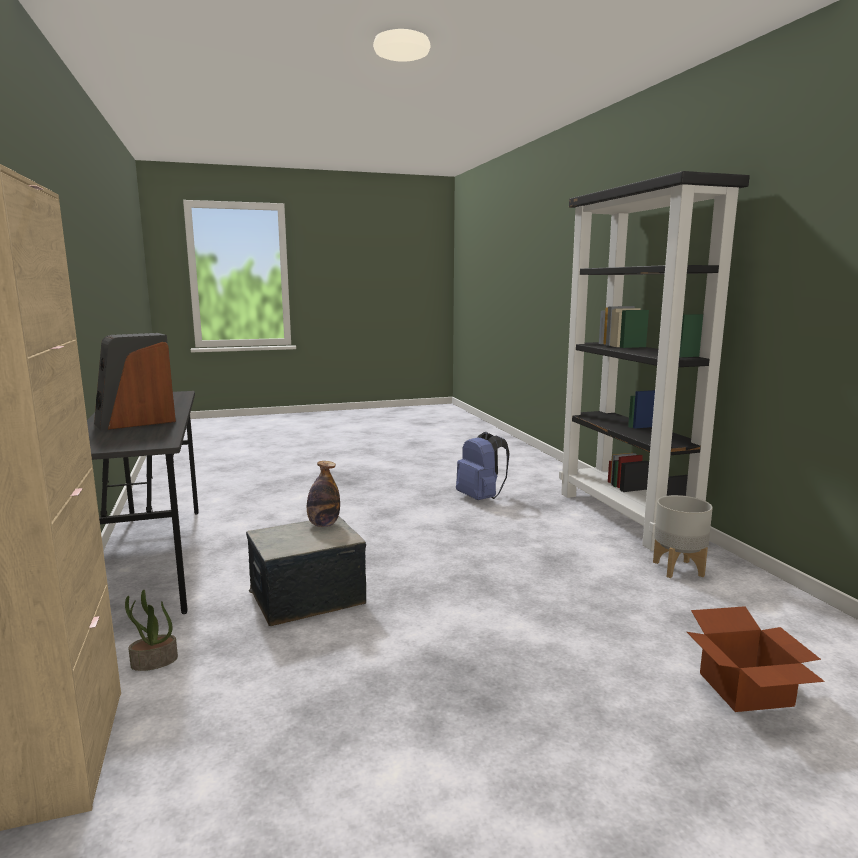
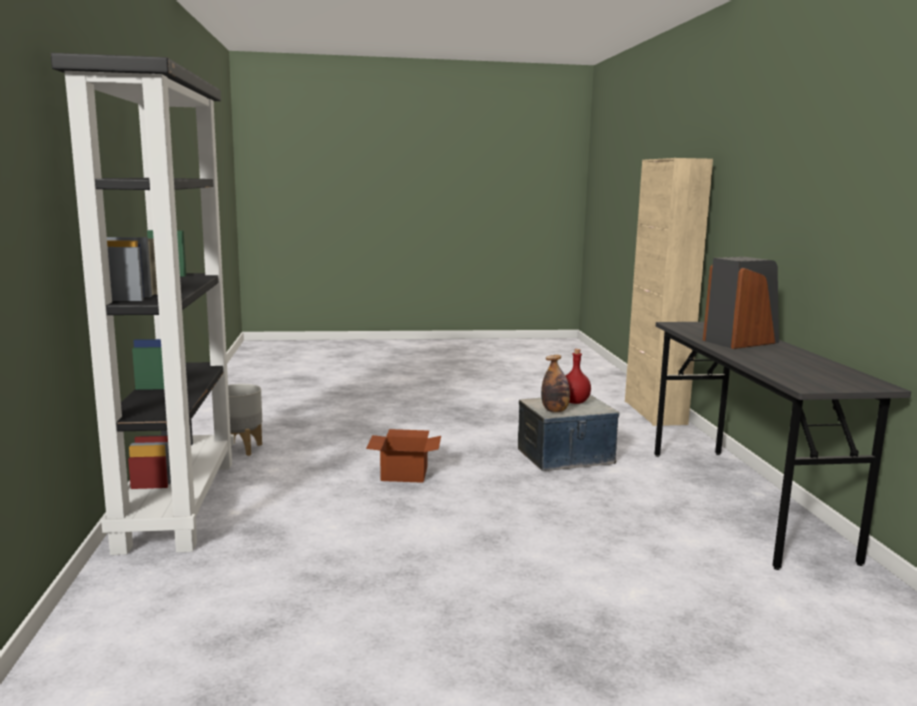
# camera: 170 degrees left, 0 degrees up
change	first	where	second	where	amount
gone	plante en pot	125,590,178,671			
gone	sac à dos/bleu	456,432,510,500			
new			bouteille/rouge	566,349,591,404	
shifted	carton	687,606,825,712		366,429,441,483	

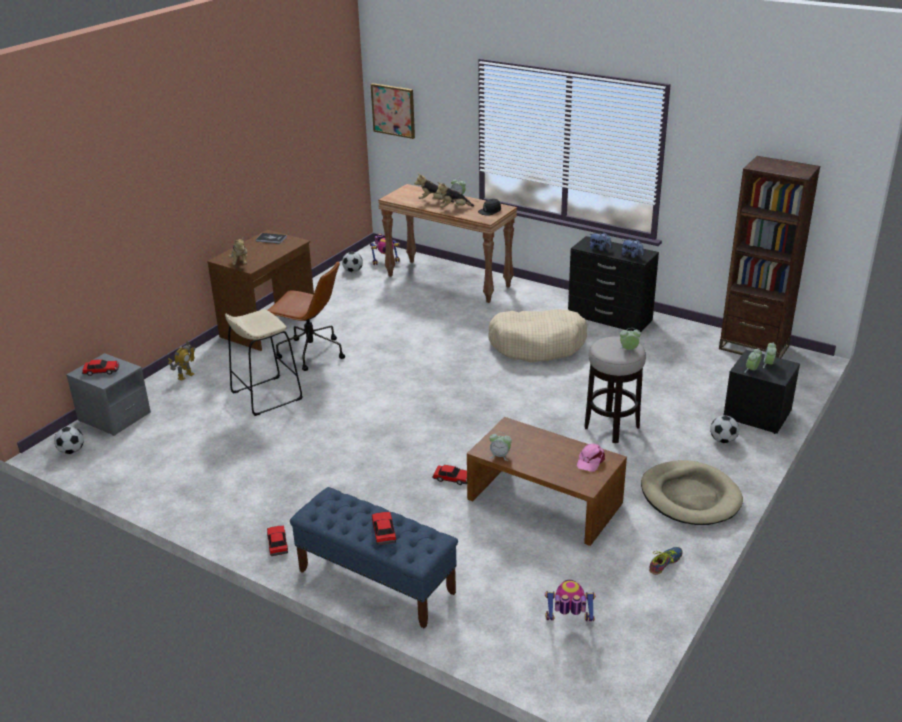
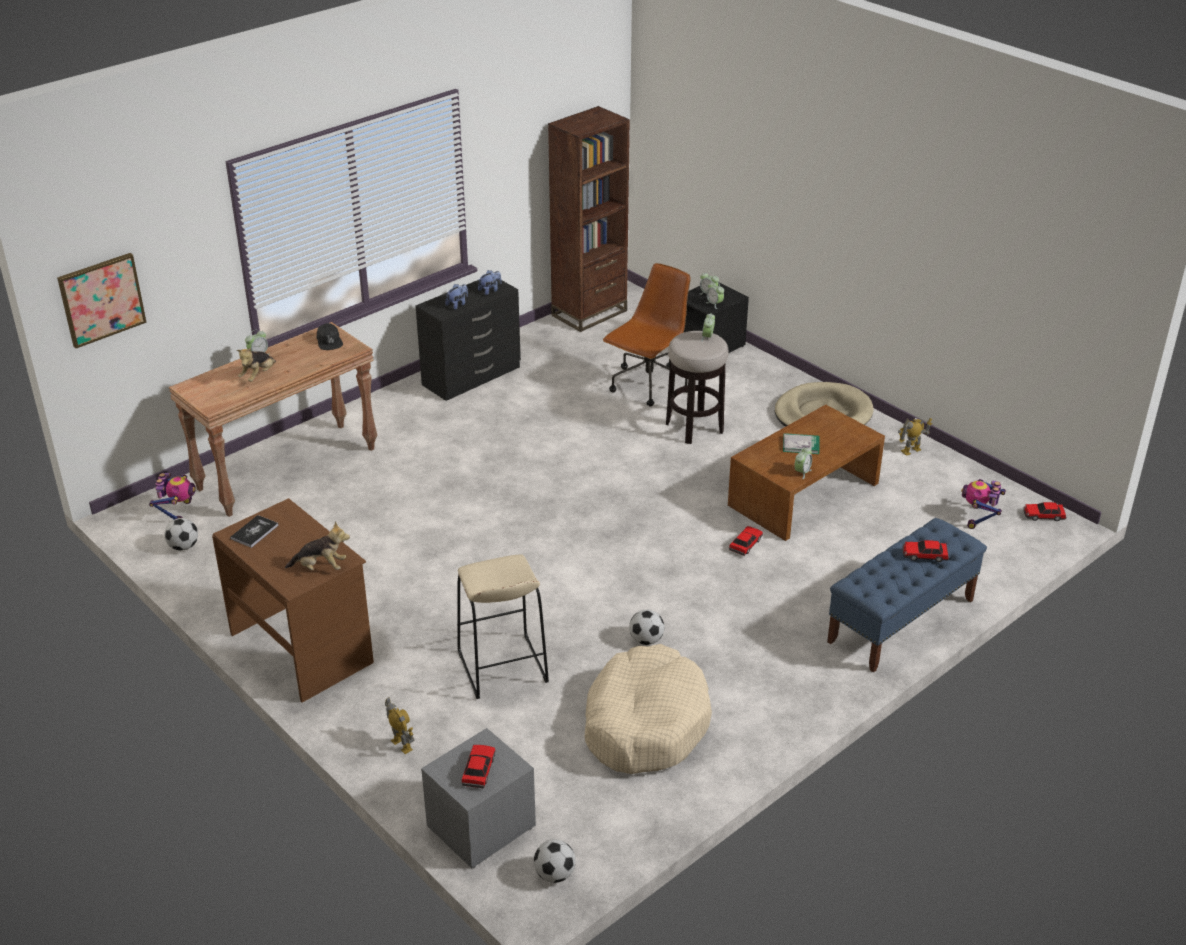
# camera: 75 degrees left, 5 degrees up
change	first	where	second	where	amount
gone	peluche	436,182,474,208			
gone	casquette/rose	577,444,605,472			
new			livre	783,433,820,454	
shifted	petite voiture	267,526,288,556		1023,502,1066,521	
shifted	chaise de bureau/marron	268,261,345,371		603,263,691,407	
shifted	panier pour chien/beige	488,309,587,362		585,644,712,774	
shifted	ballon de foot	710,415,739,443		629,610,664,645	
swapped	chaussure	649,547,683,575	robot jouet	898,418,932,456	

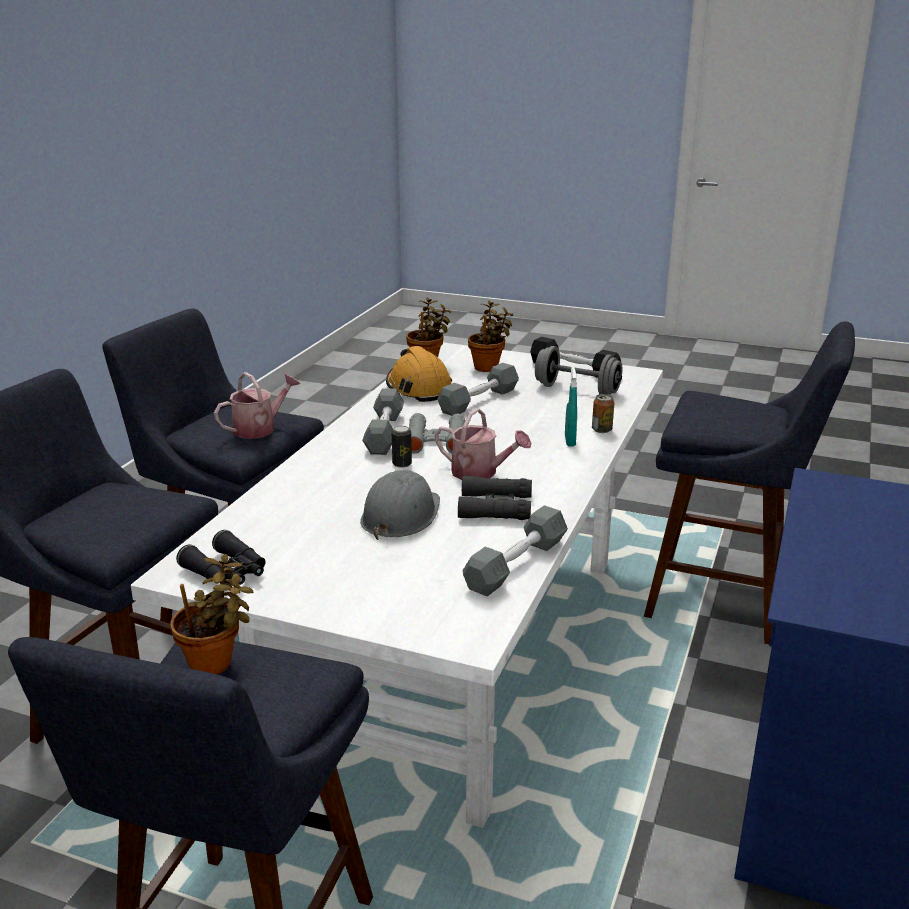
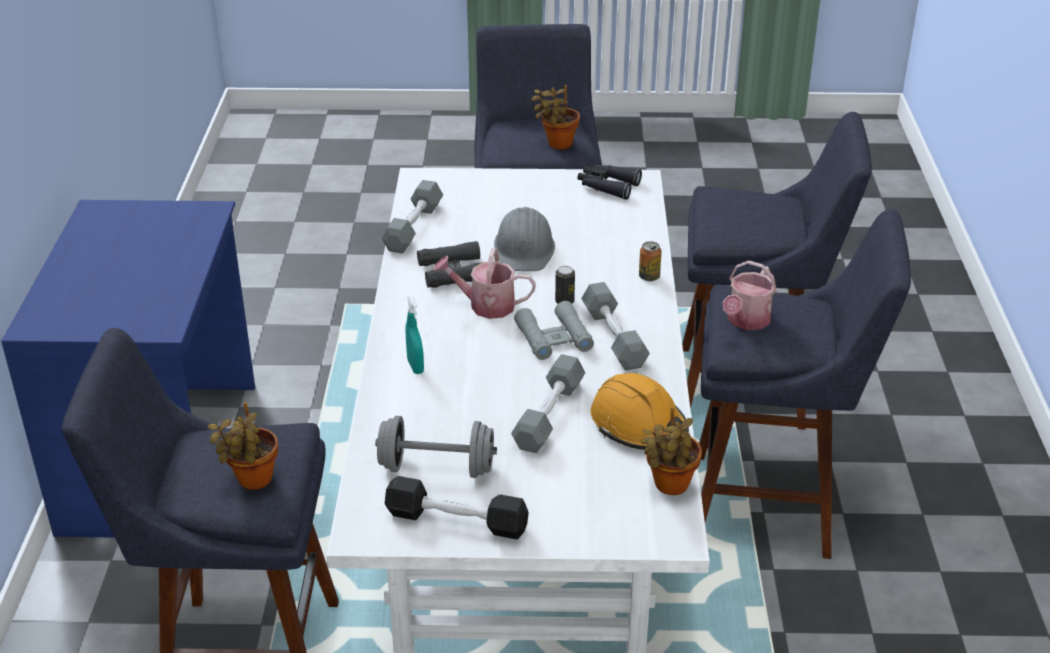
# camera: 160 degrees right, 10 degrees up
change	first	where	second	where	amount
shifted	plante en pot	468,301,513,372		208,402,278,490	
shifted	boîte métallique	592,394,615,433		639,241,661,281	

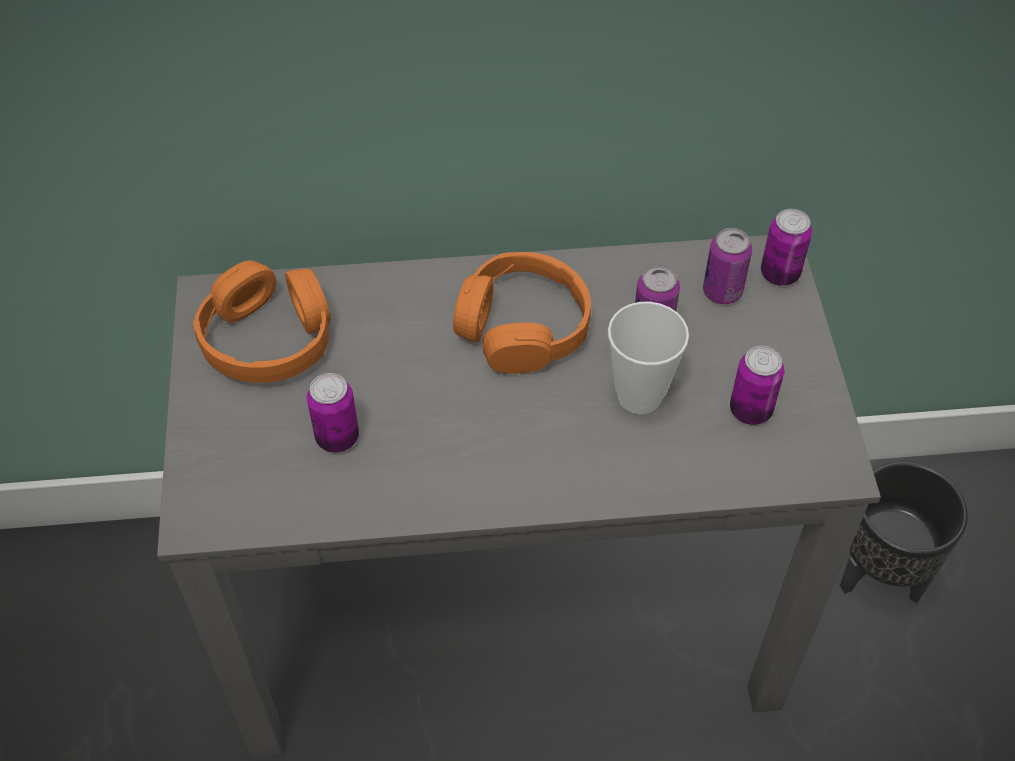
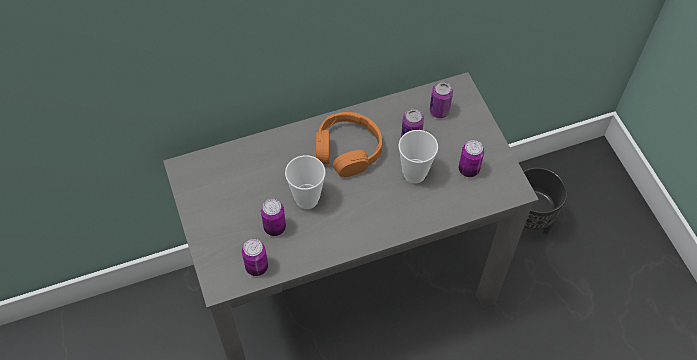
# camera: 15 degrees left, 5 degrees up
change	first	where	second	where	amount
gone	casque audio/orange	193,260,331,383			
new			tasse	285,155,325,209	
shifted	boîte métallique	761,209,812,286		242,239,268,276	

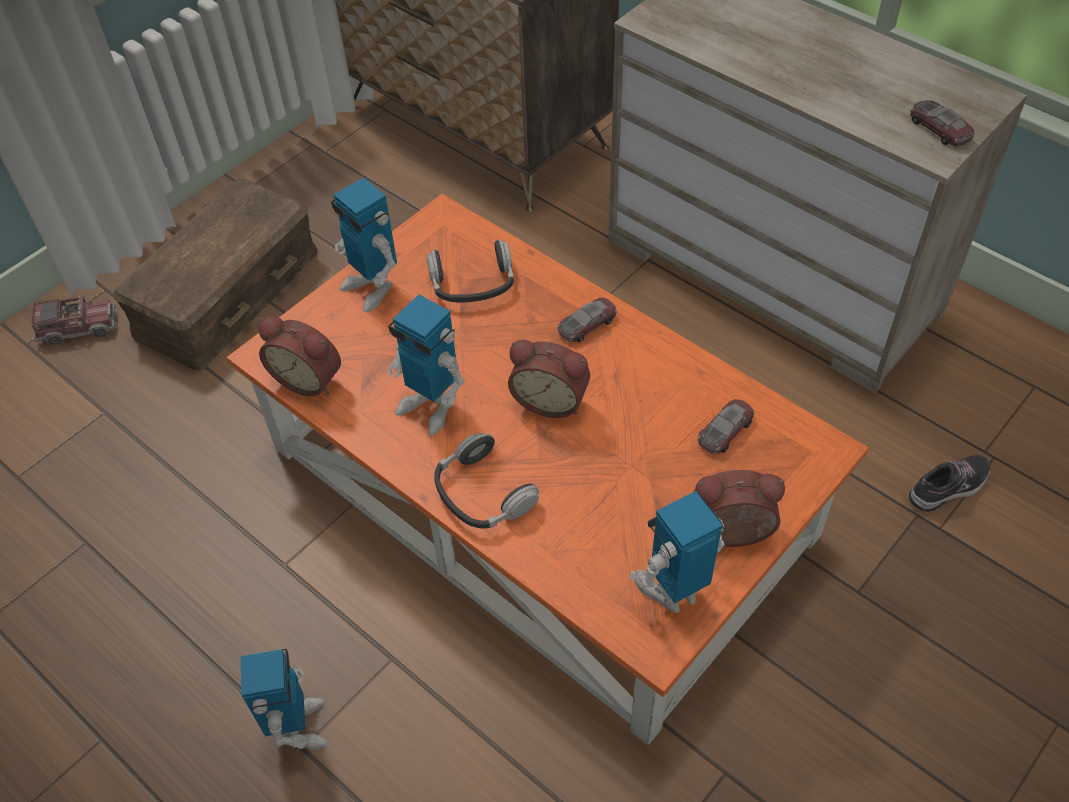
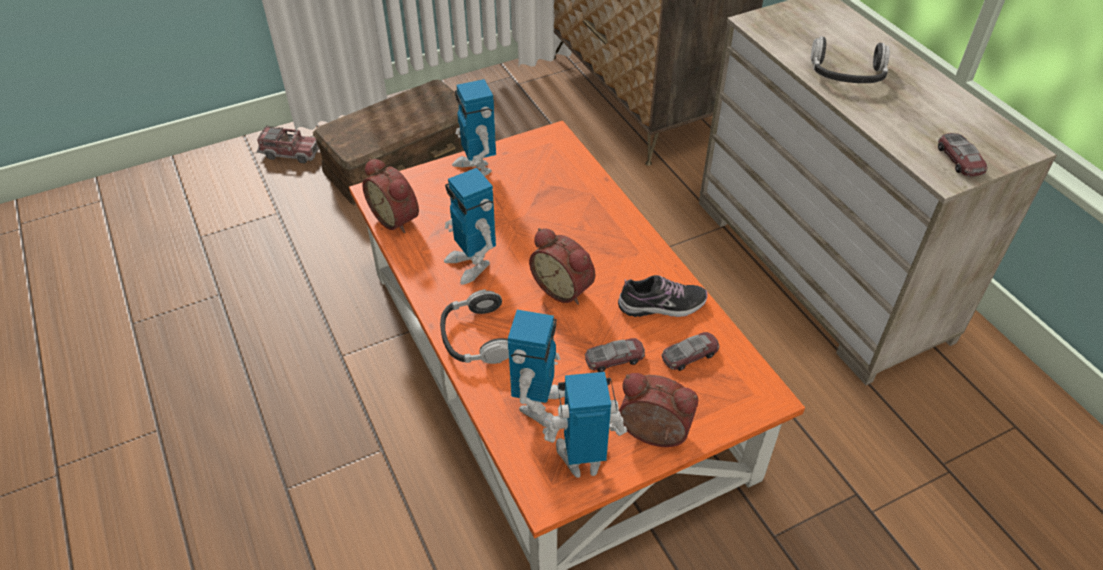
# camera: 20 degrees right, 5 degrees down
change	first	where	second	where	amount
shifted	robot jouet	241,649,328,750		508,310,565,428	
shifted	casque audio	426,240,514,302		811,36,890,83	
shifted	petite voiture	557,297,617,342		585,338,645,372	
shifted	chaussure	909,455,990,512		618,275,708,317	

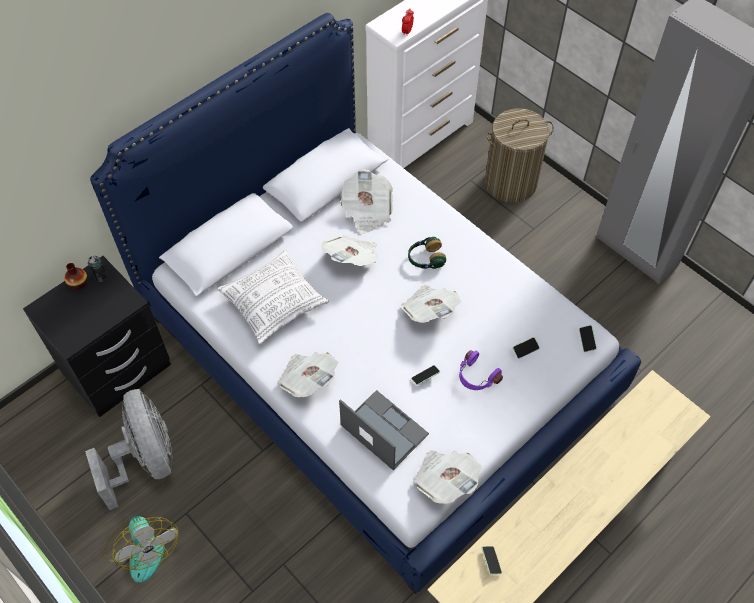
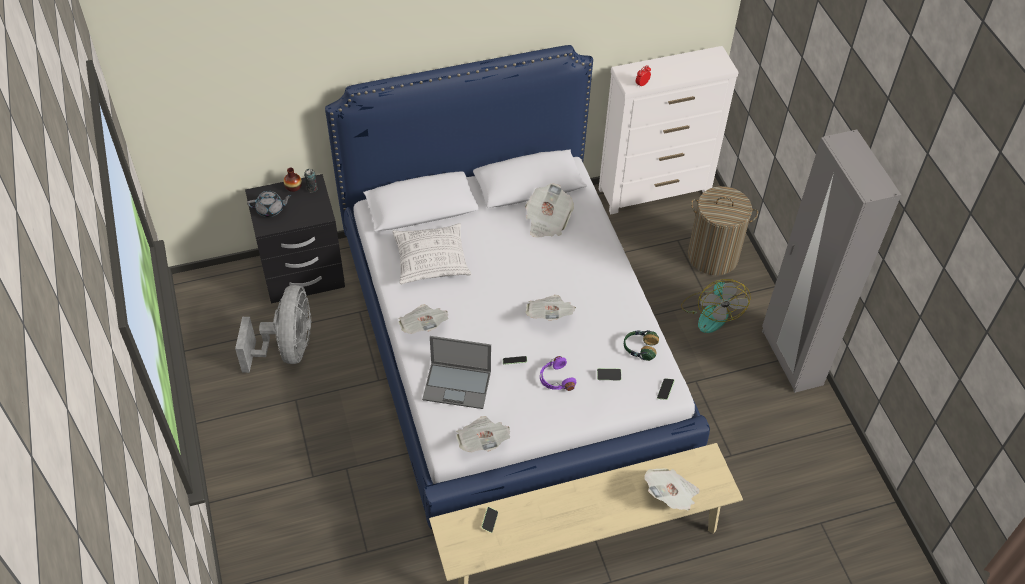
# camera: 25 degrees right, 5 degrees down
change	first	where	second	where	amount
new			théière/gris	247,191,292,217	
shifted	ventilateur	103,516,179,583		681,279,751,333	
shifted	journal	322,235,377,266		644,468,700,510	
shifted	casque audio	408,237,446,269		624,330,659,361	
rotated	ordinateur portable	339,390,429,470		422,336,491,409	120 degrees clockwise

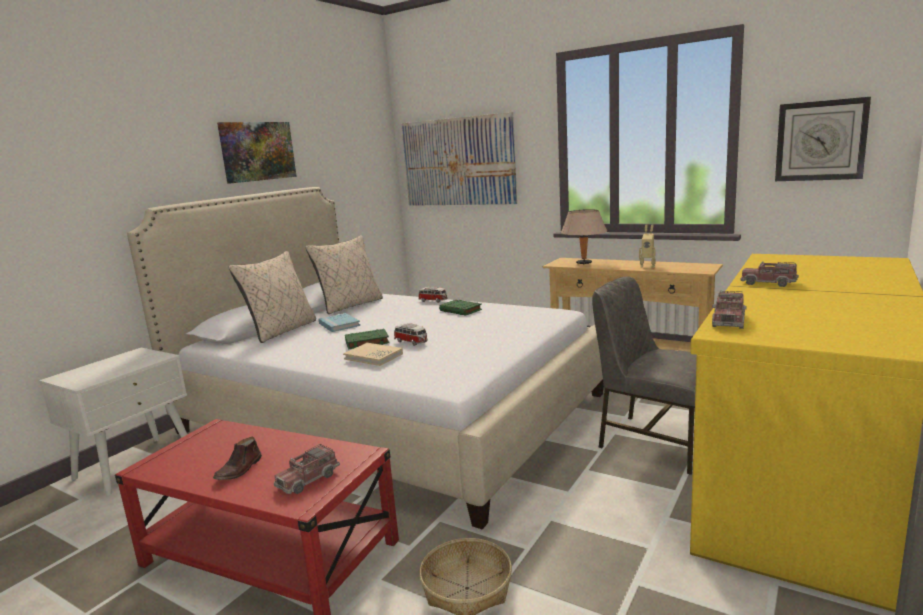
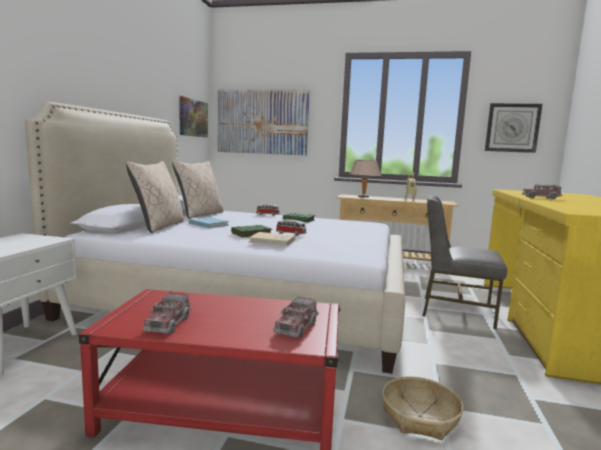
# camera: 20 degrees left, 5 degrees down
change	first	where	second	where	amount
gone	chaussure/marron	213,436,262,480			
shifted	tableau	217,122,297,184		179,96,208,138	
shifted	camion jouet	712,291,746,329		143,293,192,334	

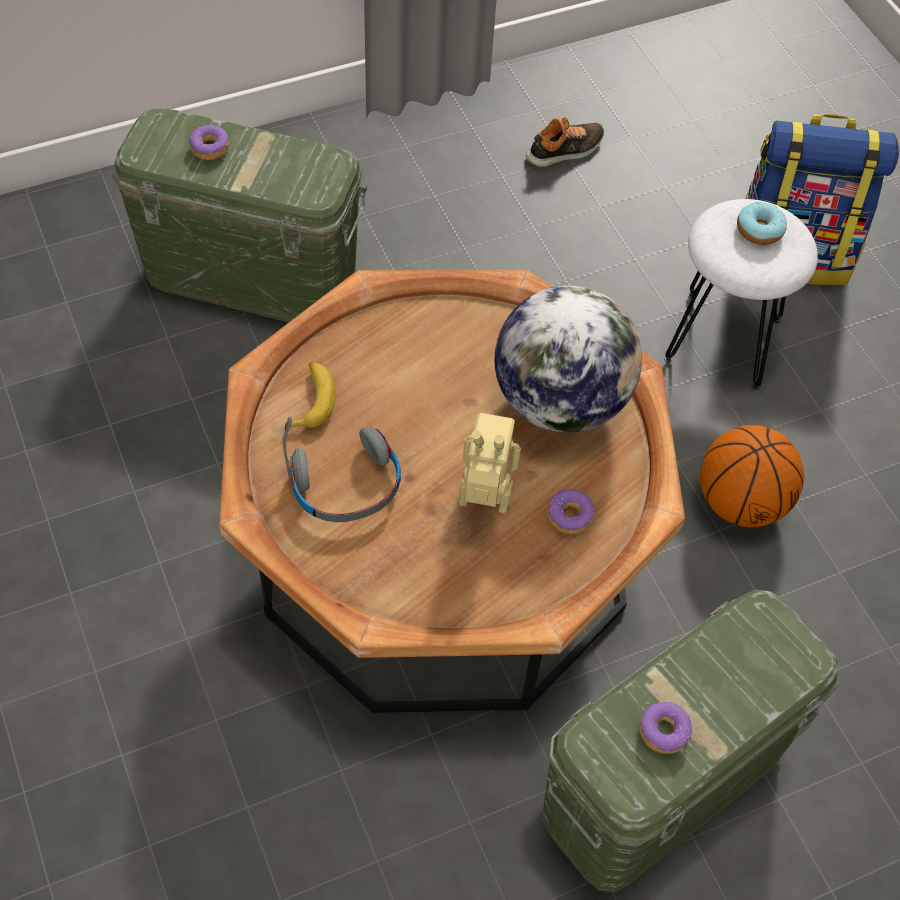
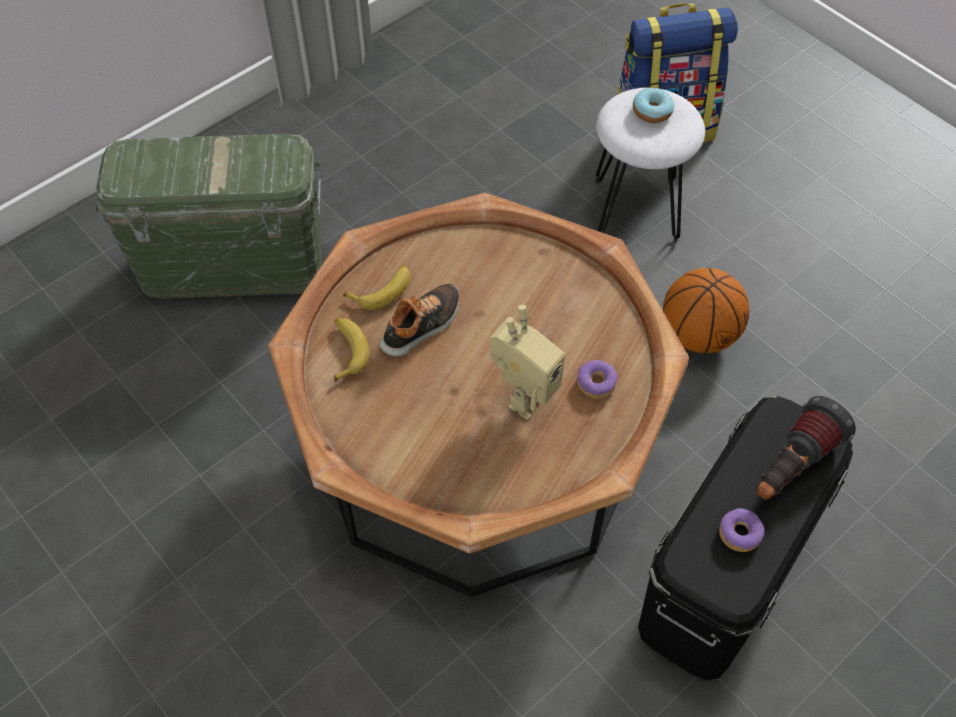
# camera: 15 degrees left, 0 degrees up
change	first	where	second	where	amount
gone	beignet	189,125,229,160			
gone	casque audio/gris	283,416,401,522			
gone	globe	494,285,642,433			
new			banane	343,265,410,310	
new			lampe de poche	757,396,856,500	
shifted	chaussure	526,117,604,167		379,283,459,357	
repainted	boîte de rangement/vert	542,589,839,893	boîte de rangement/noir	638,396,853,680	
rotated	robot jouet	459,413,521,513		489,305,565,420	135 degrees clockwise

